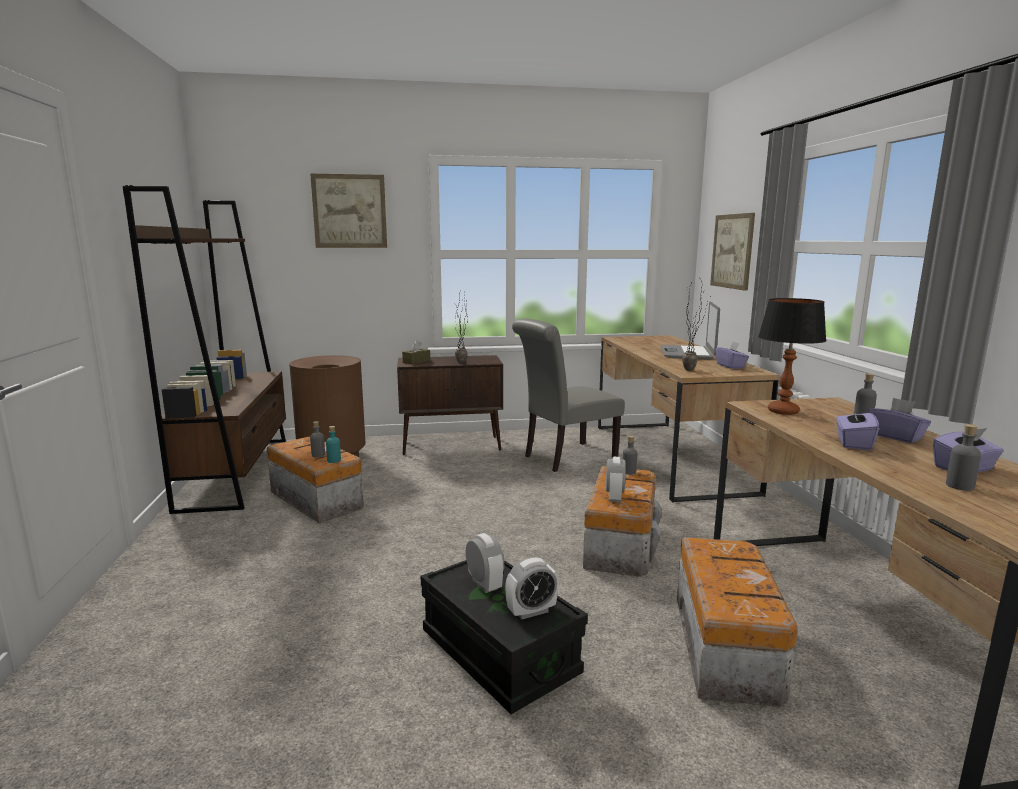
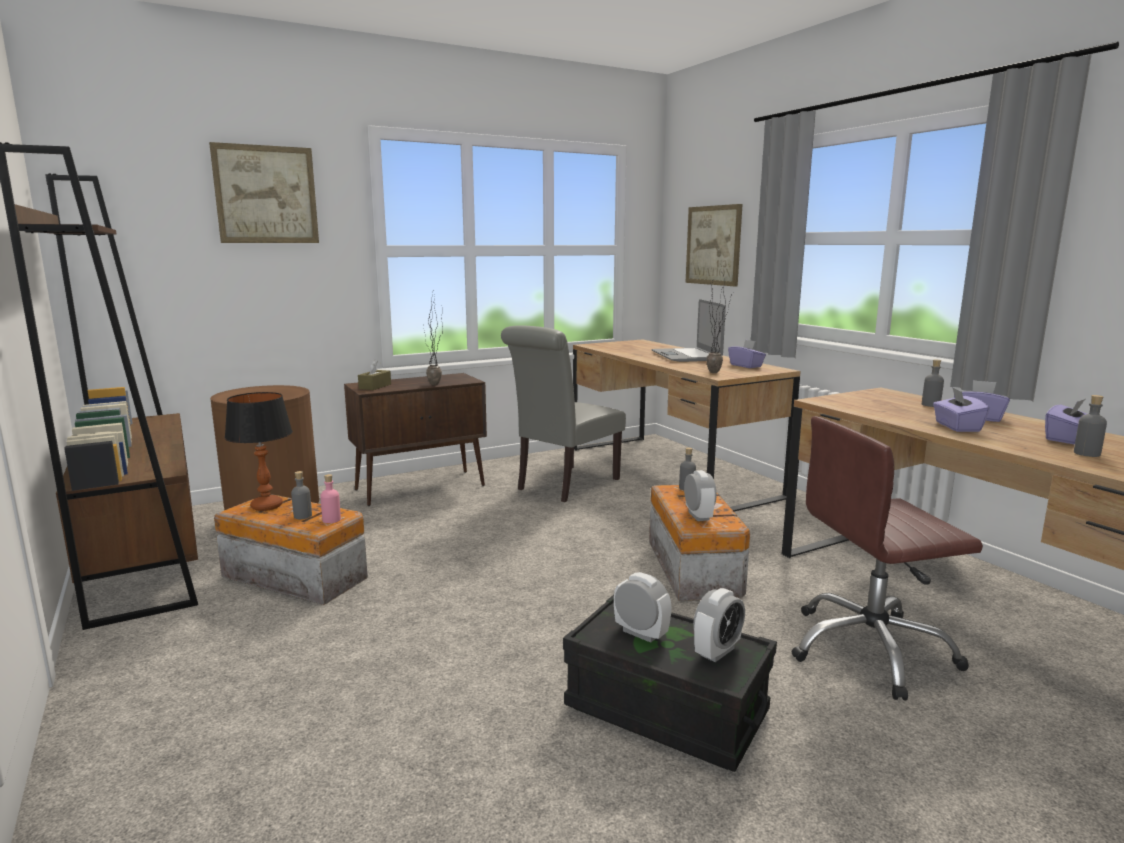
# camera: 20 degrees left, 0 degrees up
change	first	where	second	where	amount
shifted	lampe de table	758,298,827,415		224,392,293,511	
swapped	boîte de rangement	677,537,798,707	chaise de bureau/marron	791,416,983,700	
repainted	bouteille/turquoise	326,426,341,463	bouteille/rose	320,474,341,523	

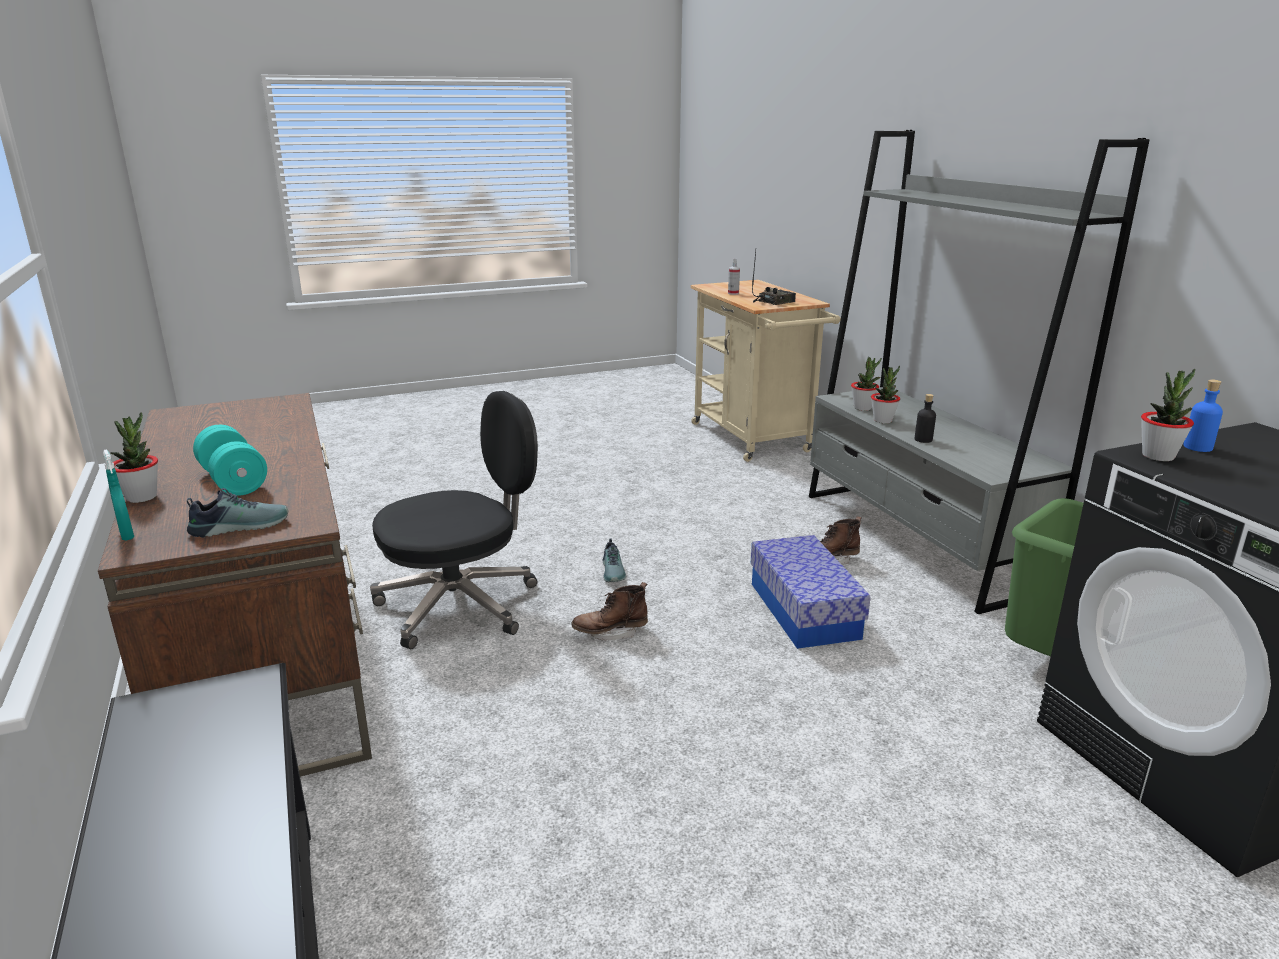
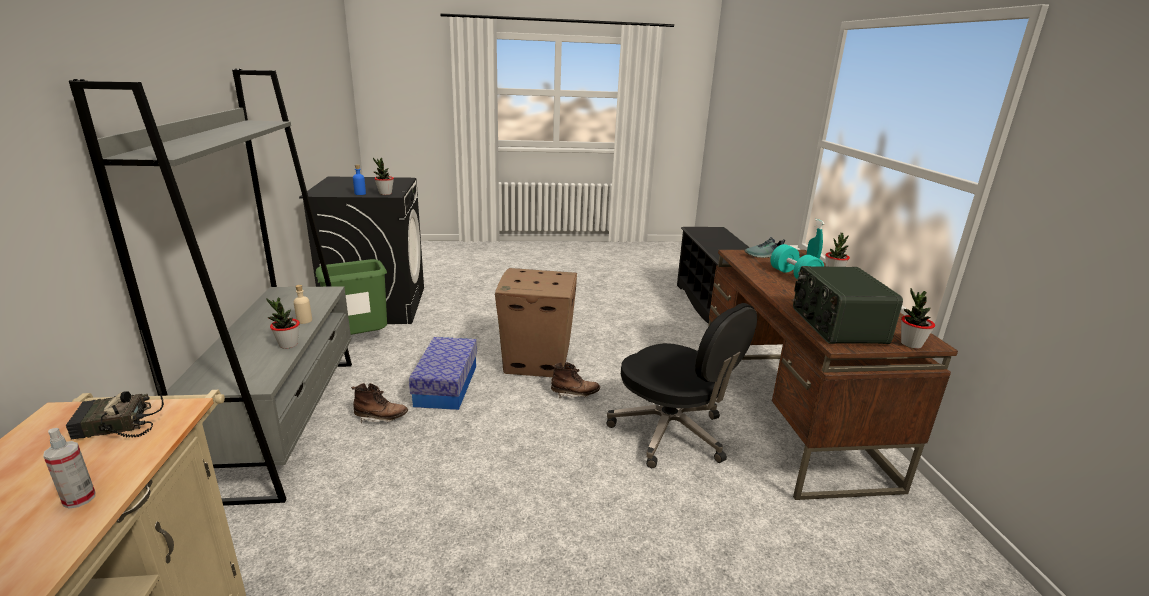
# camera: 165 degrees left, 0 degrees up
change	first	where	second	where	amount
gone	chaussure	602,539,626,582			
new			carton	495,268,577,377	
new			radio	793,266,903,344	
shifted	plante en pot	851,357,882,411		901,288,935,349	
repainted	bouteille/noir	914,394,936,443	bouteille/beige	294,285,312,324	
rotated	chaise de bureau/noir	370,391,538,649		606,303,757,468	120 degrees counterclockwise

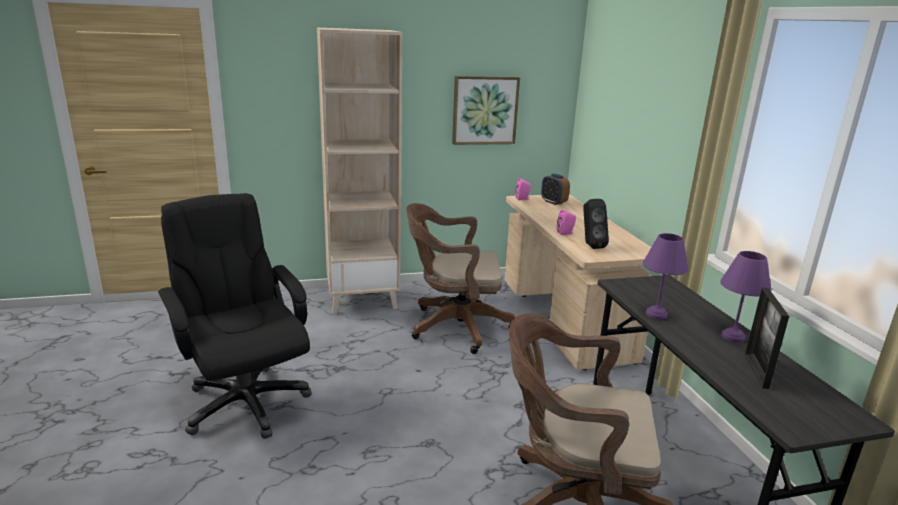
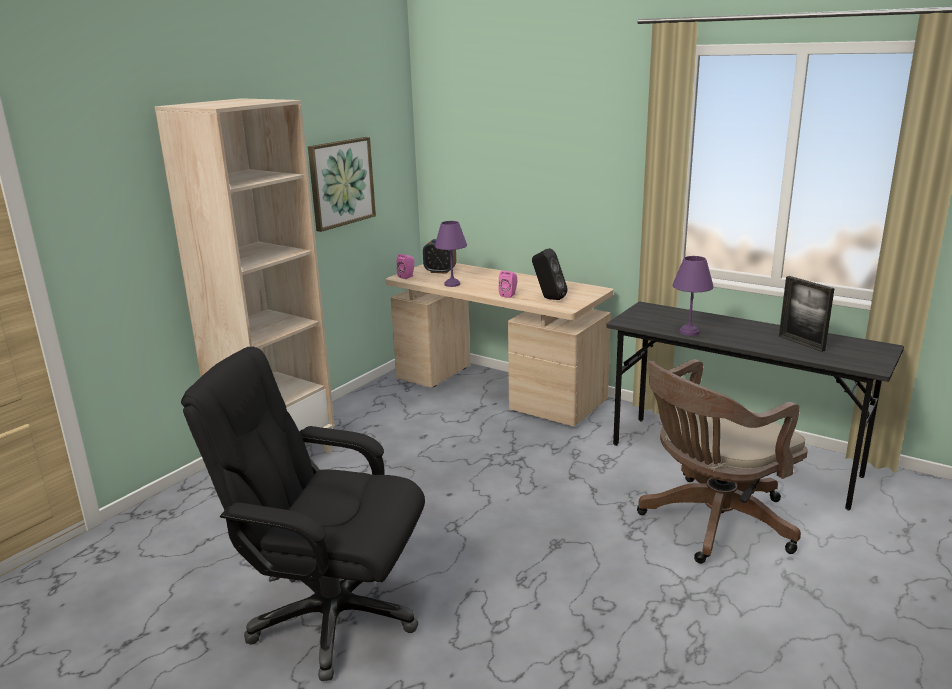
# camera: 40 degrees left, 0 degrees up
change	first	where	second	where	amount
gone	chaise de bureau/marron	406,203,515,354			
shifted	lampe de table/violet	720,251,771,342		435,221,467,287	

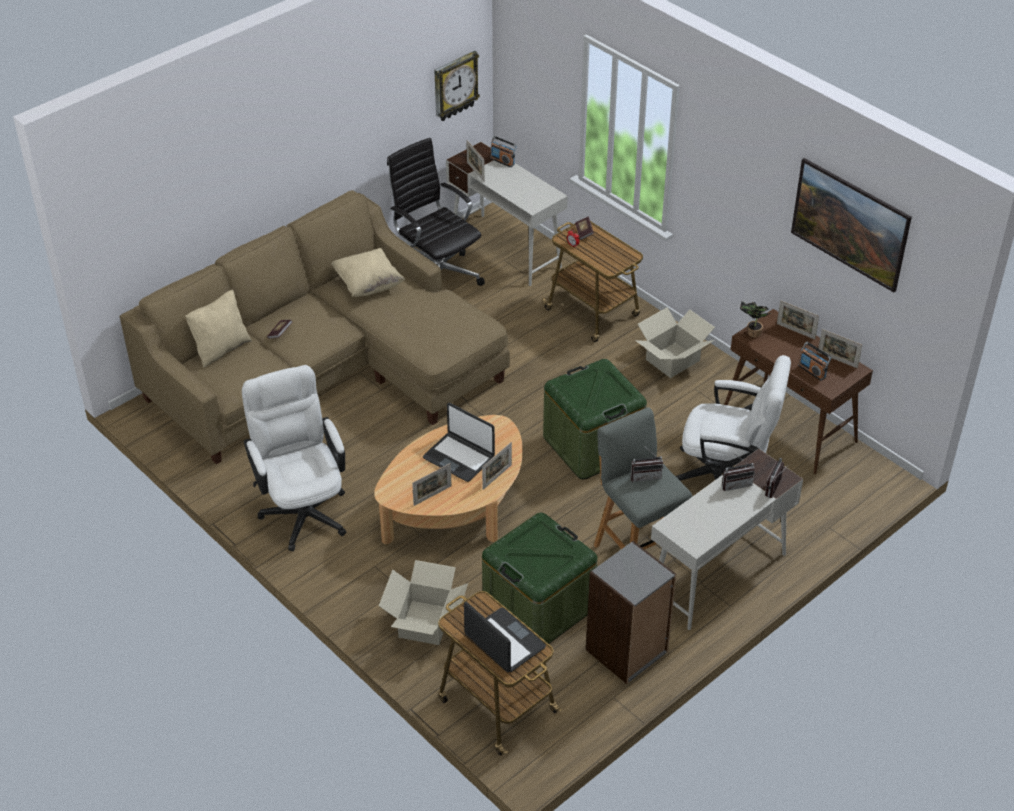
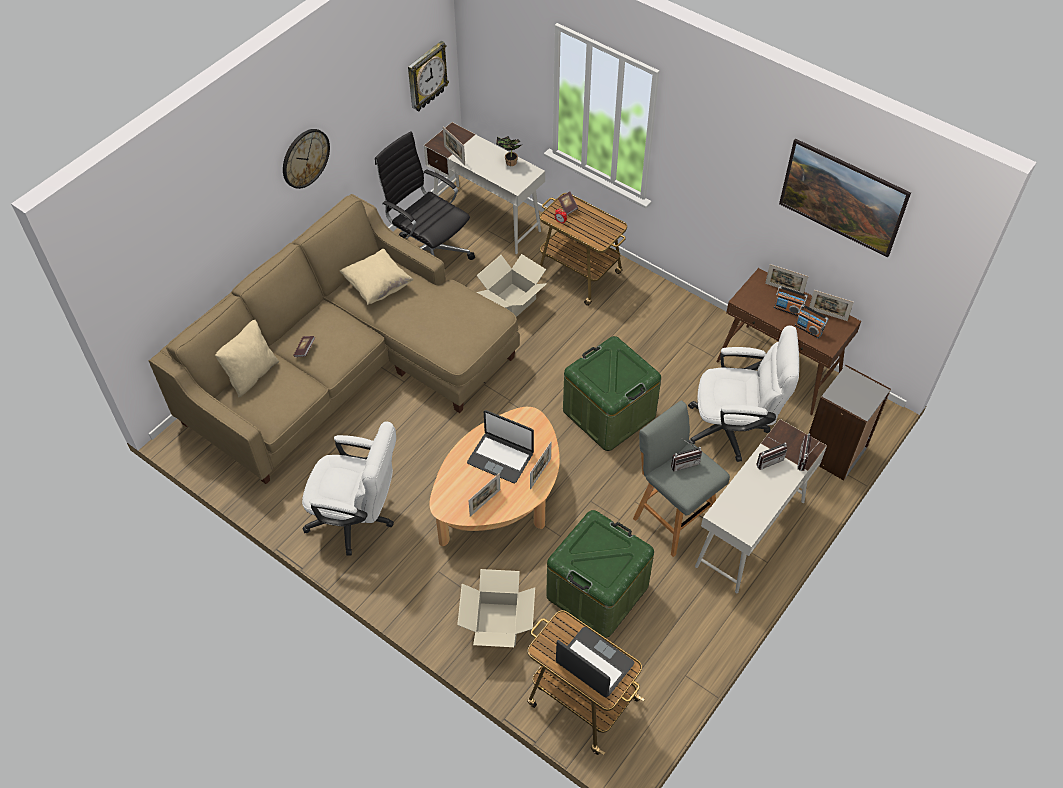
# camera: 10 degrees left, 10 degrees up
change	first	where	second	where	amount
new			horloge murale	283,129,330,189	
shifted	radio	490,136,517,167		774,286,808,316	
shifted	bibliothèque/gris	586,541,676,684		809,365,891,481	
shifted	carton	636,307,715,378		476,254,547,317	
shifted	plante en pot	740,301,771,337		496,136,521,166	
rotated	chaise de bureau/blanc	242,365,346,551		302,421,396,556	135 degrees clockwise

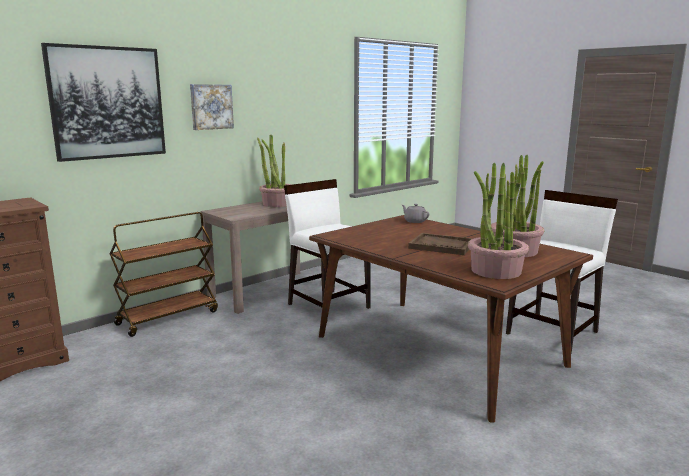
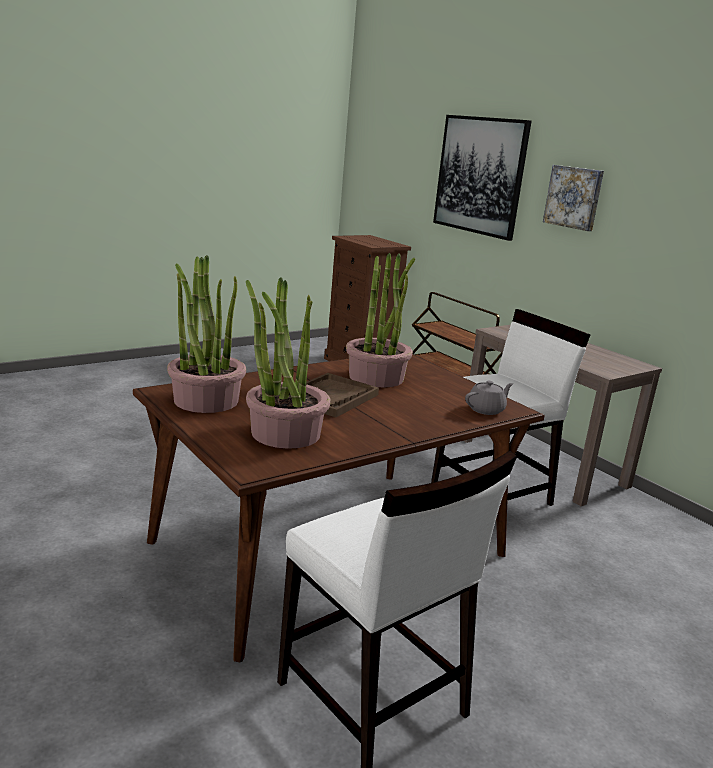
# camera: 95 degrees right, 5 degrees up
change	first	where	second	where	amount
shifted	plante en pot	257,134,292,207		346,253,415,387	

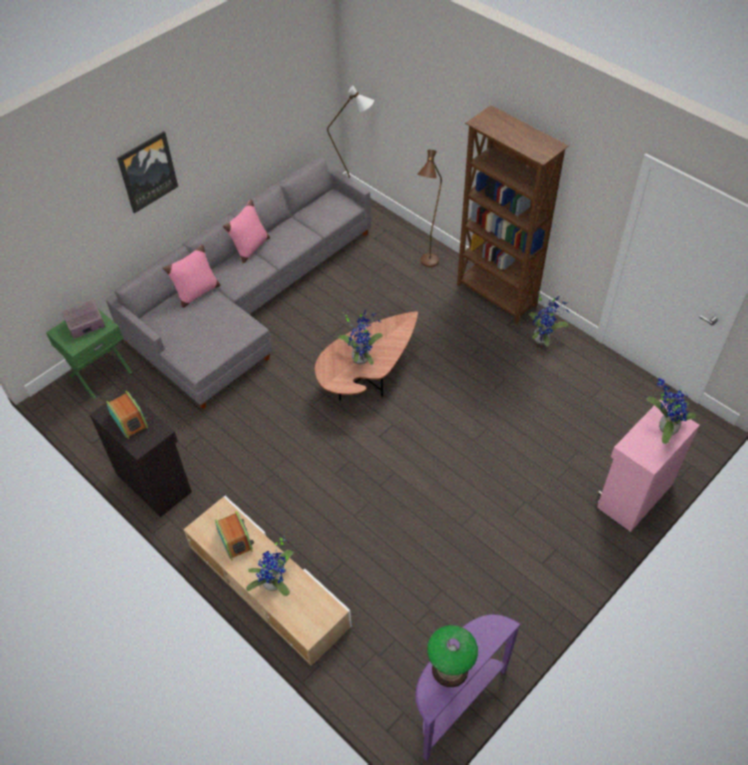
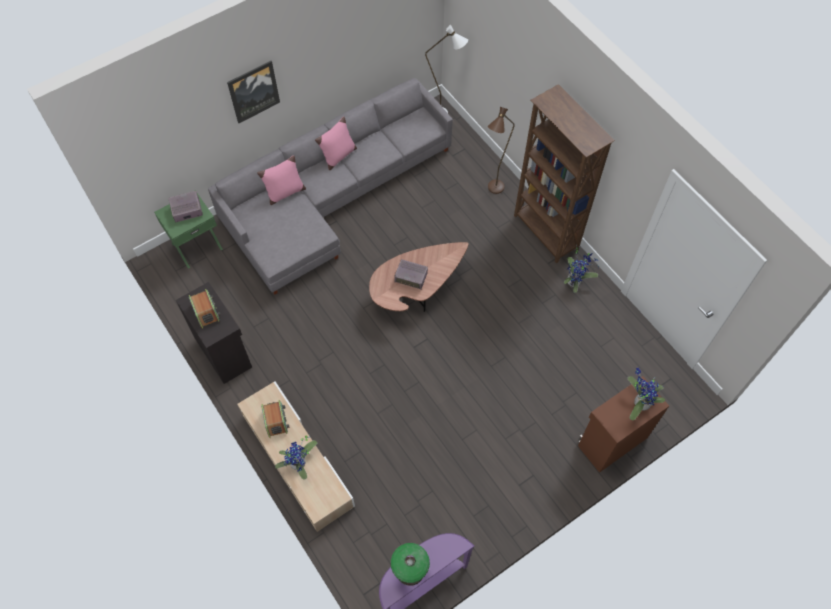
# camera: 10 degrees right, 10 degrees up
change	first	where	second	where	amount
swapped	plante en pot	338,310,383,365	radio	394,259,428,290	
repainted	meuble de rangement/rose	596,400,700,532	meuble de rangement/marron	578,376,669,473	

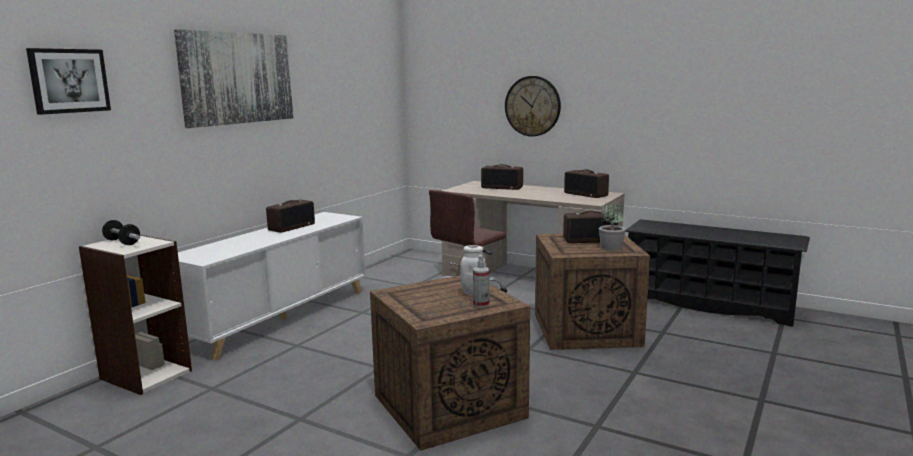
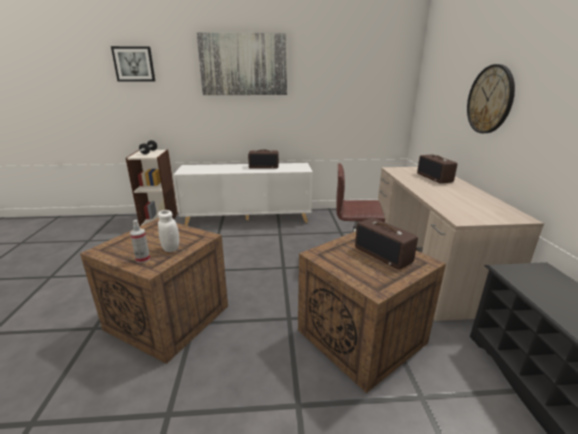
# camera: 55 degrees right, 10 degrees up
change	first	where	second	where	amount
gone	radio	564,170,609,198			
gone	plante en pot	599,203,626,251			

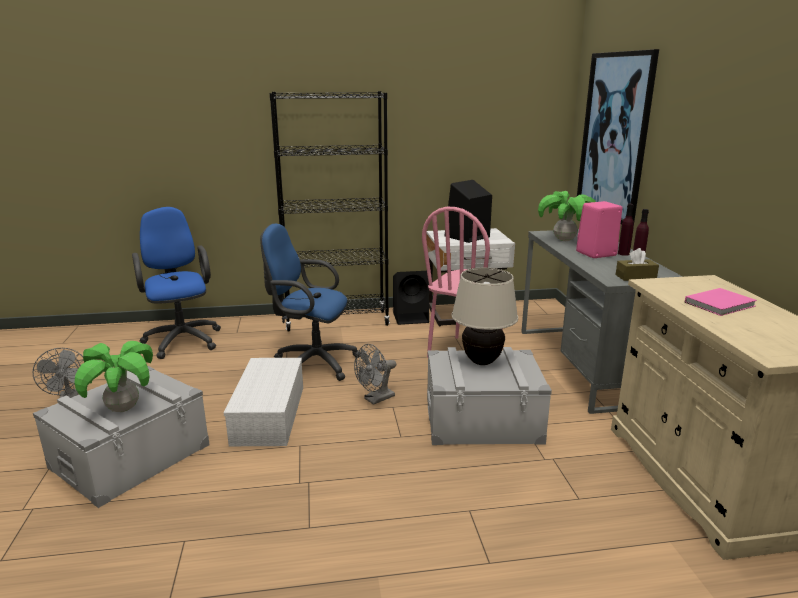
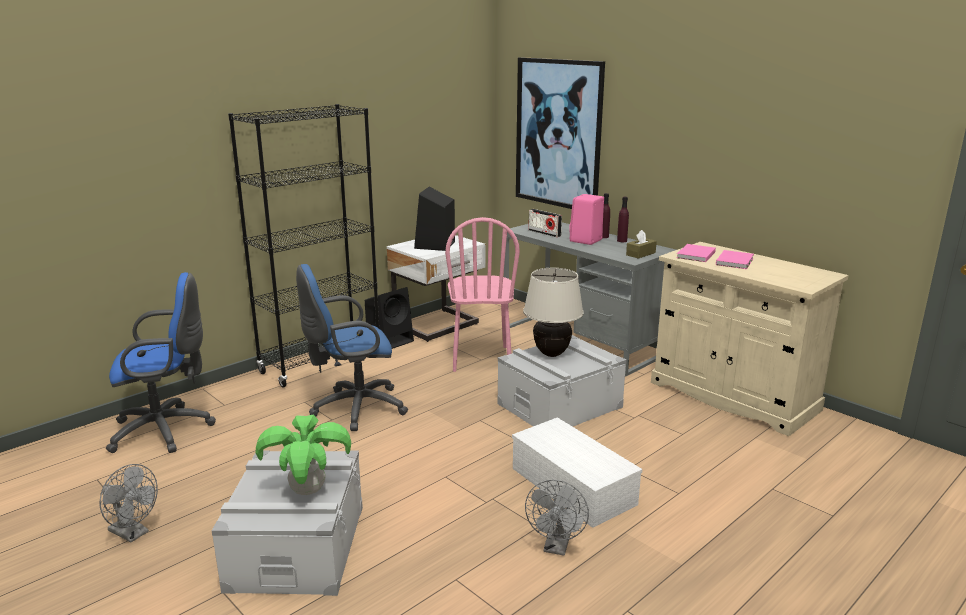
# camera: 35 degrees left, 0 degrees up
change	first	where	second	where	amount
new			livre/rose	676,244,716,262	
shifted	boîte de rangement/blanc	224,358,303,446		512,417,642,528	
shifted	ventilateur/gris	354,344,396,405		525,480,589,556	
swapped	plante en pot	538,191,596,241	radio	529,209,562,237	
rotated	chaise de bureau/bleu	132,207,221,359		106,272,216,453	135 degrees clockwise

